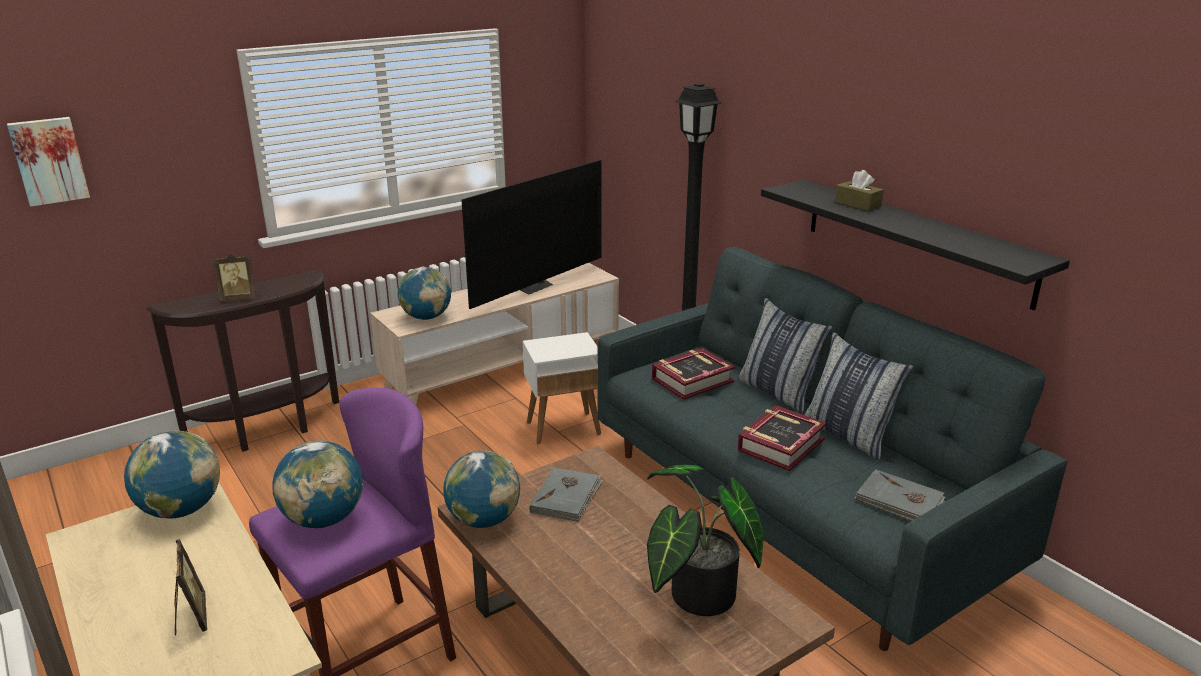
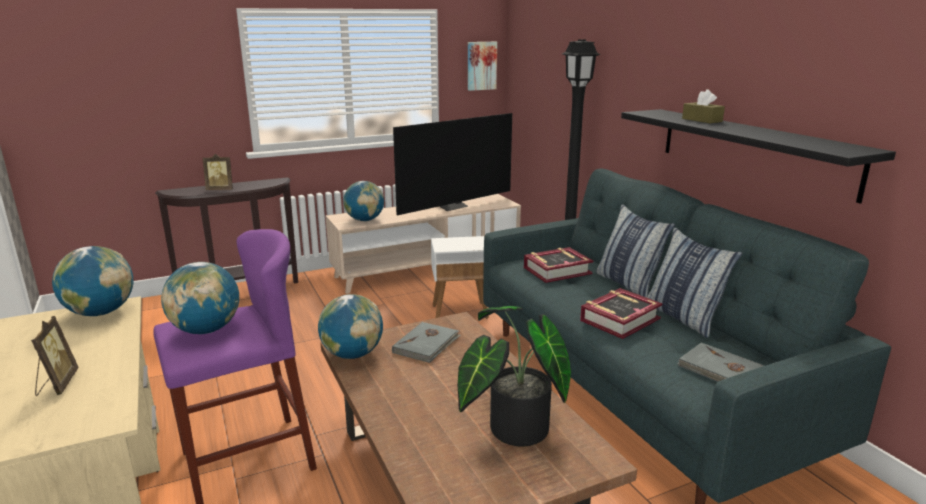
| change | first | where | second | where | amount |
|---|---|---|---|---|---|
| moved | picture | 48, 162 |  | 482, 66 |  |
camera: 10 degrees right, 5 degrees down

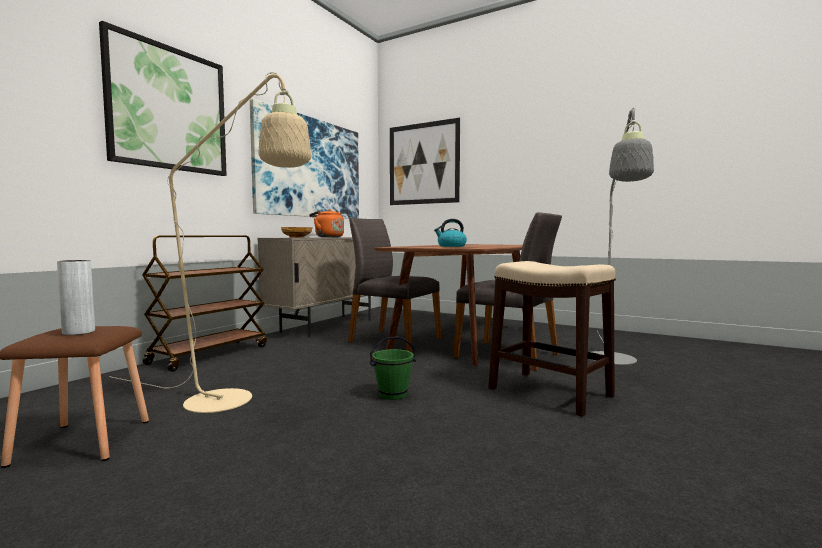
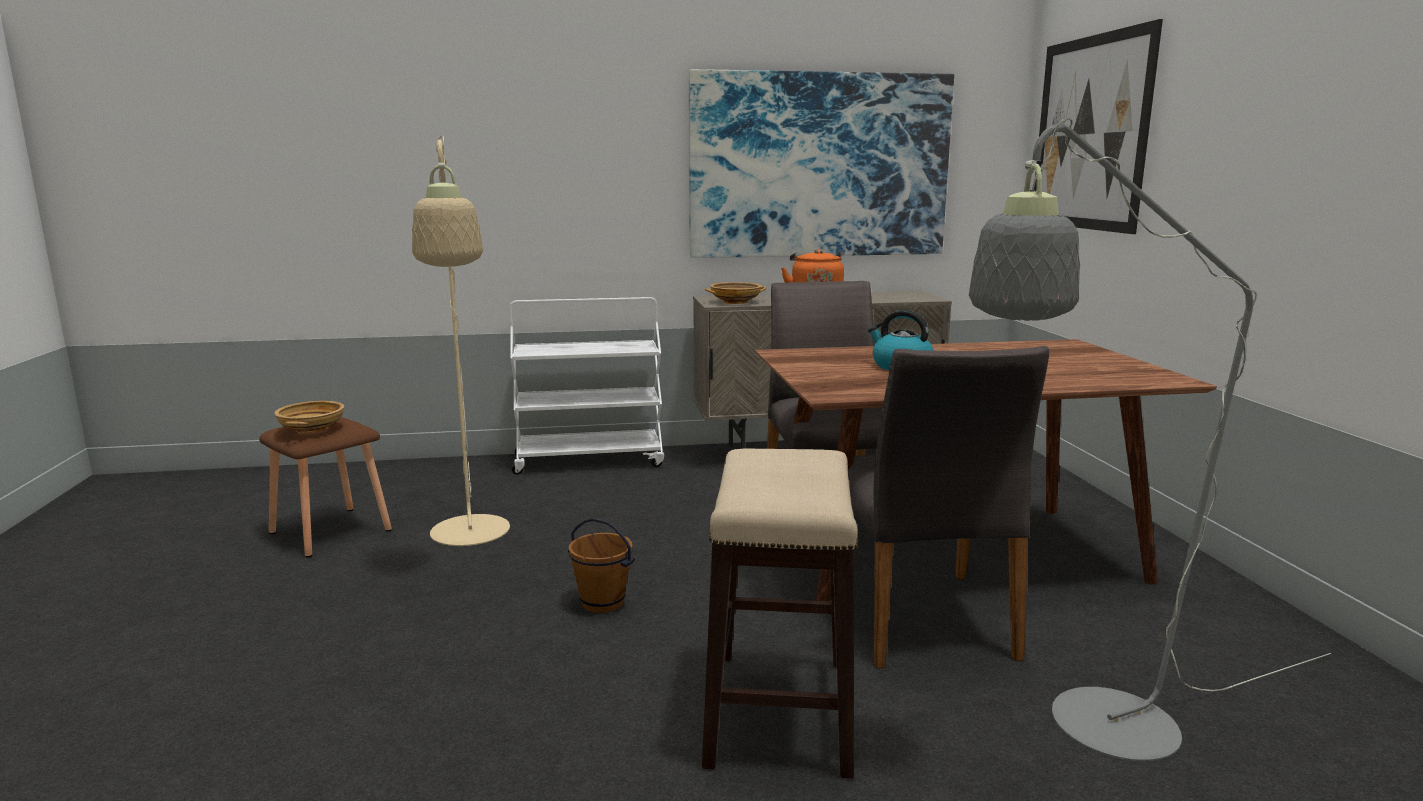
| change | first | where | second | where | amount |
|---|---|---|---|---|---|
| replaced | grey vase | 76, 297 | beige bowl | 309, 417 |  |
| removed | picture | 163, 98 |  |  |  |
| recoloured | brown cart | 204, 304 | white cart | 586, 386 |  |
| recoloured | green bucket | 392, 368 | brown bucket | 601, 565 |  |
camera: 50 degrees right, 10 degrees up

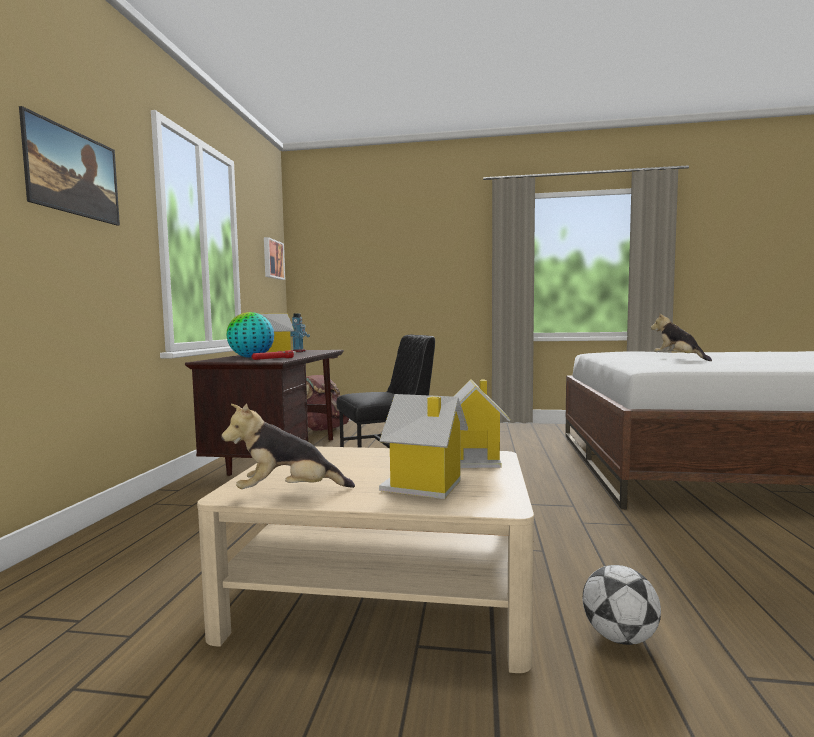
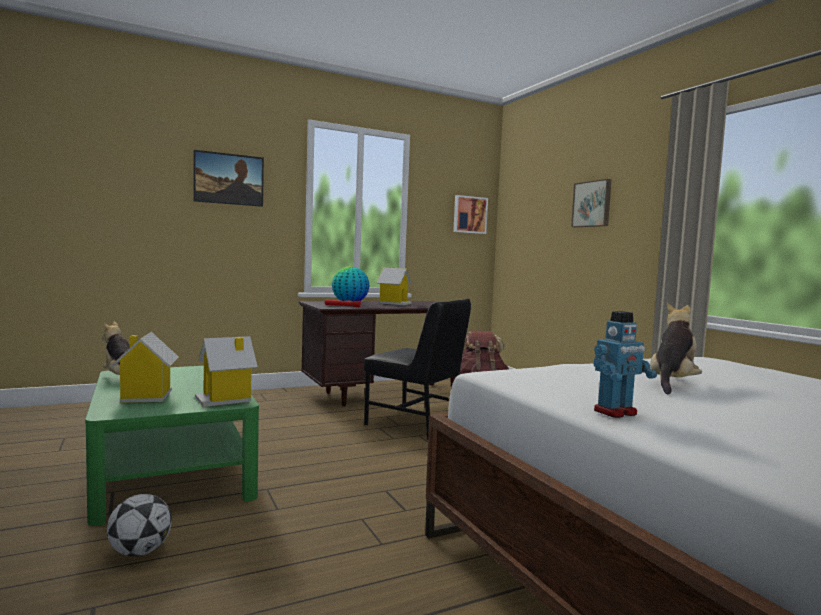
| change | first | where | second | where | amount |
|---|---|---|---|---|---|
| recoloured | beige coffee table | 365, 559 | green coffee table | 172, 446 |  |
| moved | toy robot | 300, 332 |  | 625, 364 |  |
| added |  |  | picture | 591, 203 |  |
camera: 55 degrees right, 0 degrees up

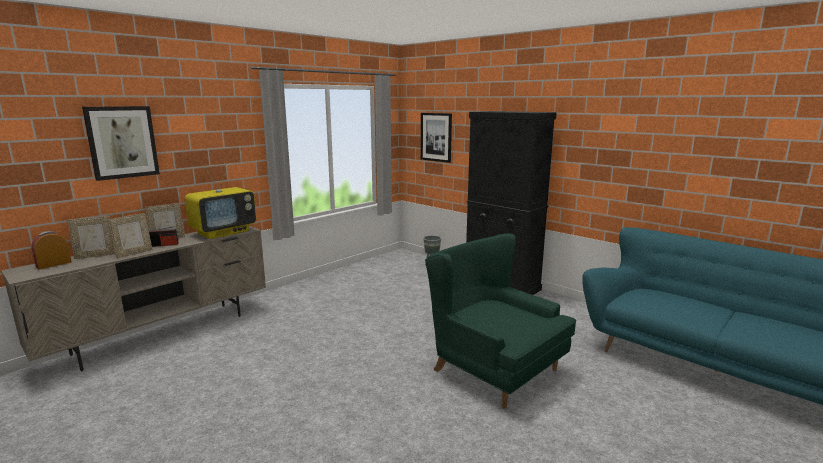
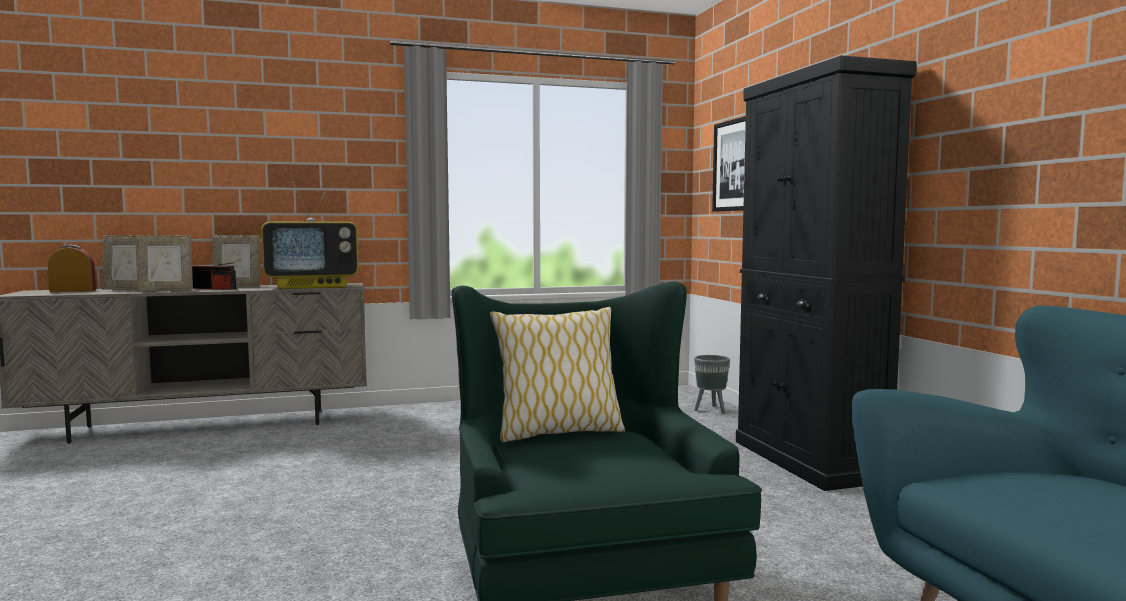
| change | first | where | second | where | amount |
|---|---|---|---|---|---|
| removed | picture | 121, 143 |  |  |  |
| added |  |  | pillow | 557, 374 |  |
camera: 30 degrees right, 10 degrees down

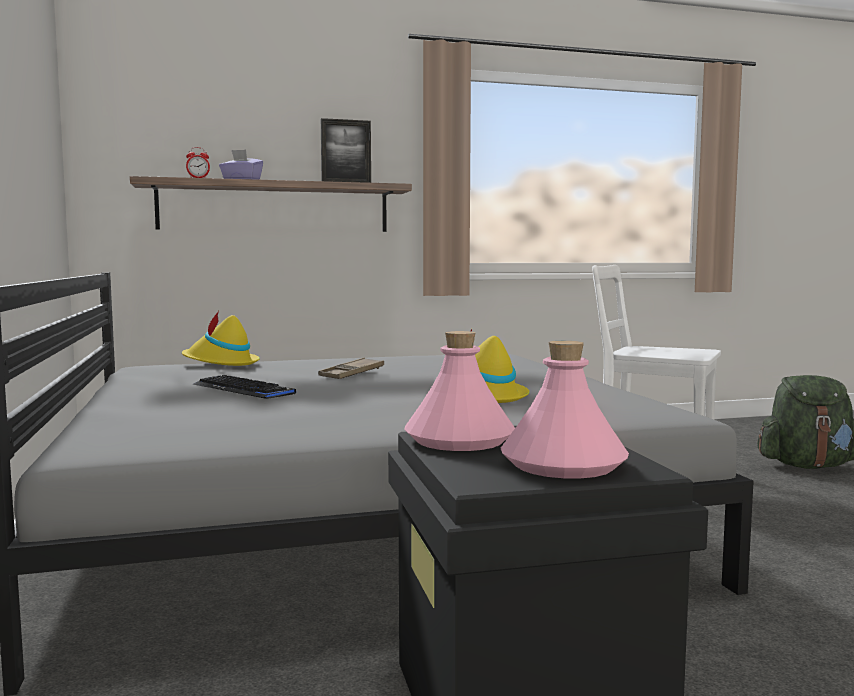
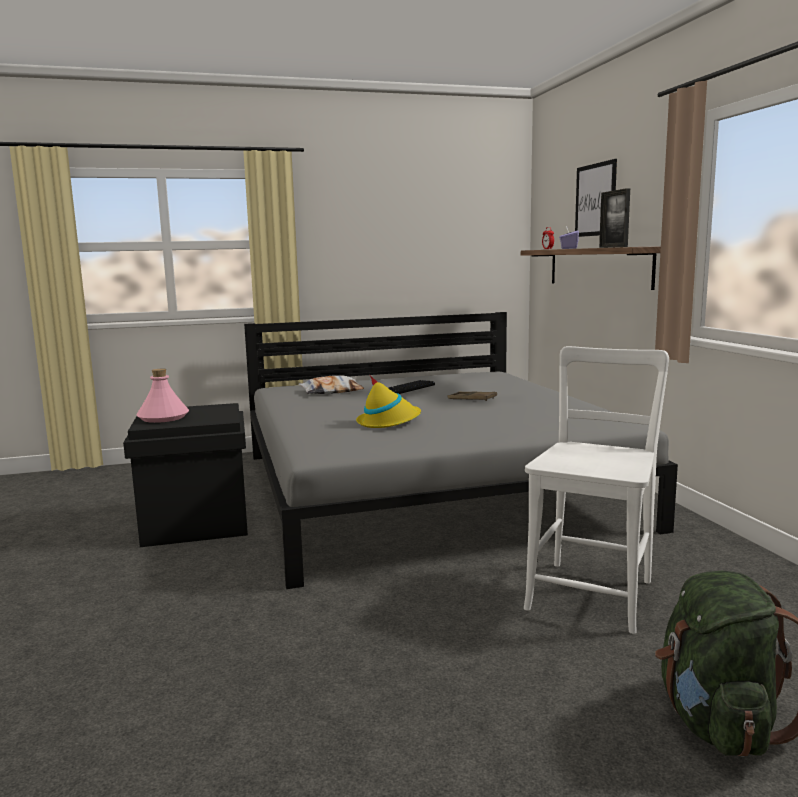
| change | first | where | second | where | amount |
|---|---|---|---|---|---|
| removed | yellow hat | 221, 338 |  |  |  |
| removed | pink bottle | 459, 391 |  |  |  |
| added |  |  | pillow | 331, 384 |  |
| added |  |  | picture | 596, 198 |  |
camera: 90 degrees right, 5 degrees up

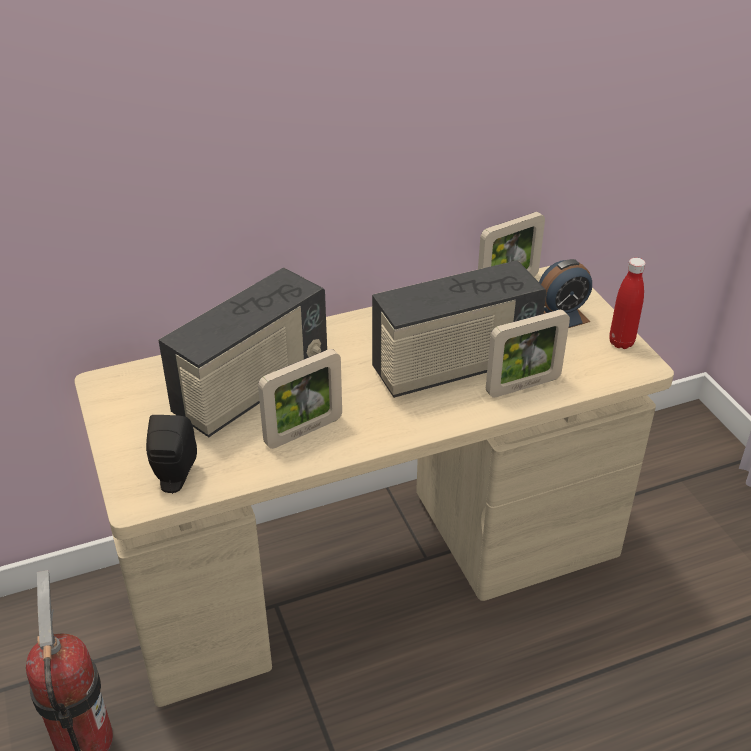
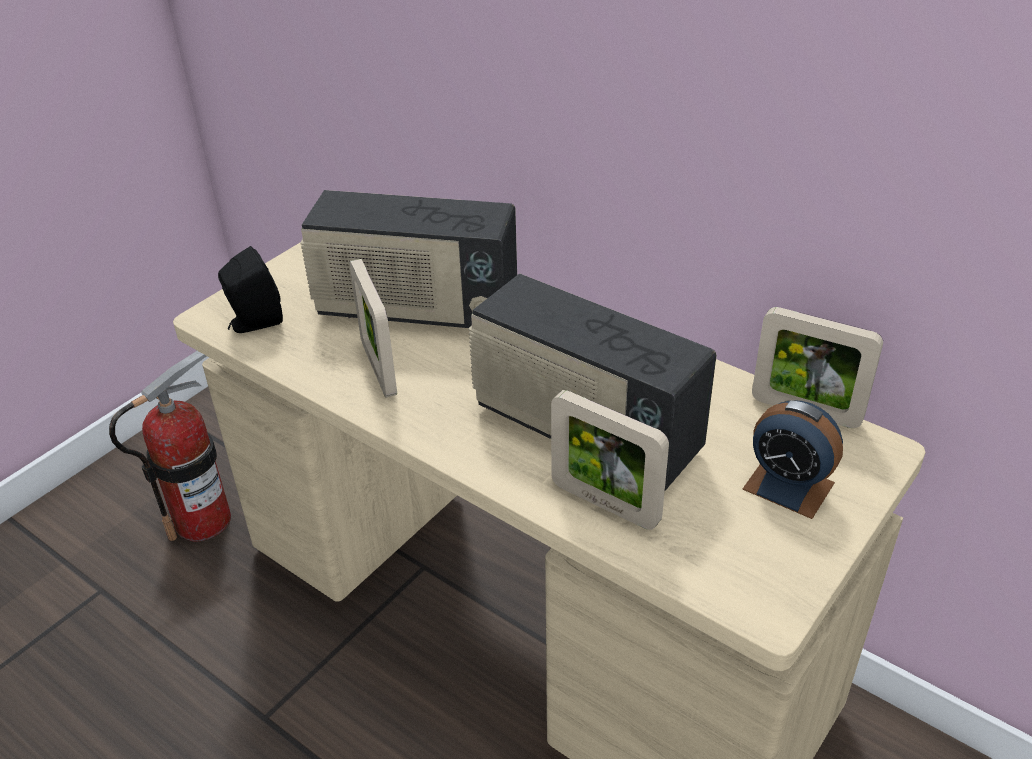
| change | first | where | second | where | amount |
|---|---|---|---|---|---|
| turned | picture frame | 300, 399 |  | 373, 328 | 45 degrees clockwise |
| removed | red bottle | 627, 303 |  |  |  |
camera: 60 degrees right, 0 degrees up

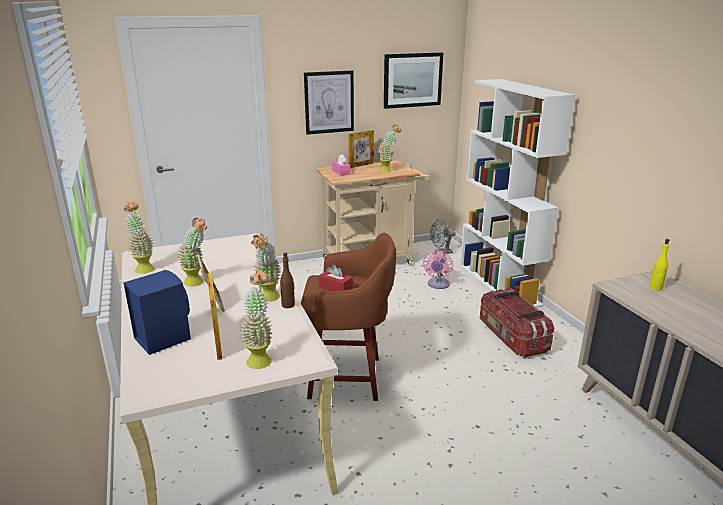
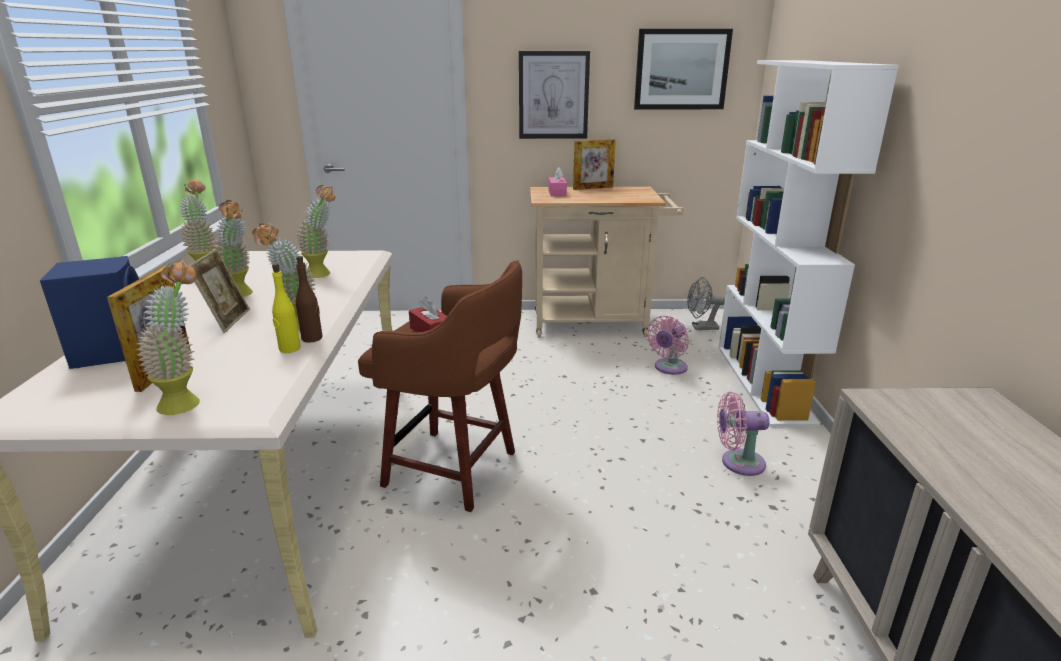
| change | first | where | second | where | amount |
|---|---|---|---|---|---|
| moved | potted plant | 389, 148 |  | 316, 231 |  |
| replaced | storage box | 517, 322 | pink fan | 743, 434 |  |
| moved | yellow bottle | 659, 265 |  | 286, 308 |  |
camera: 20 degrees right, 0 degrees up

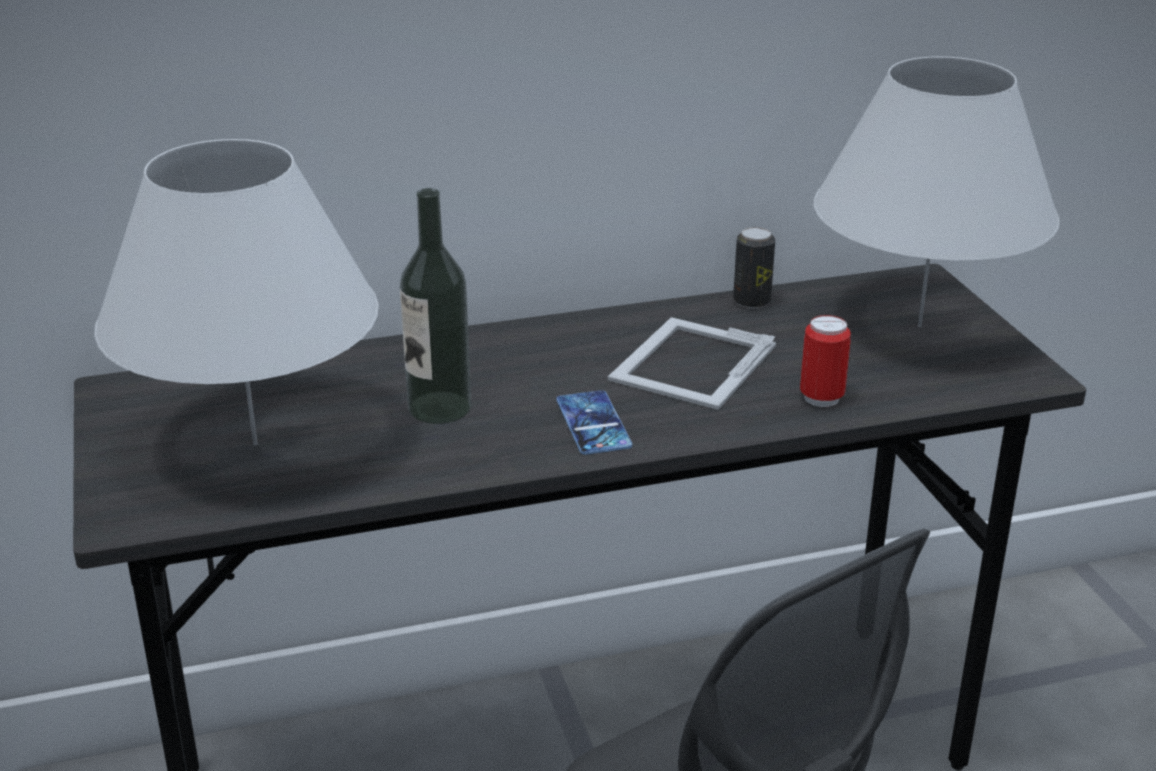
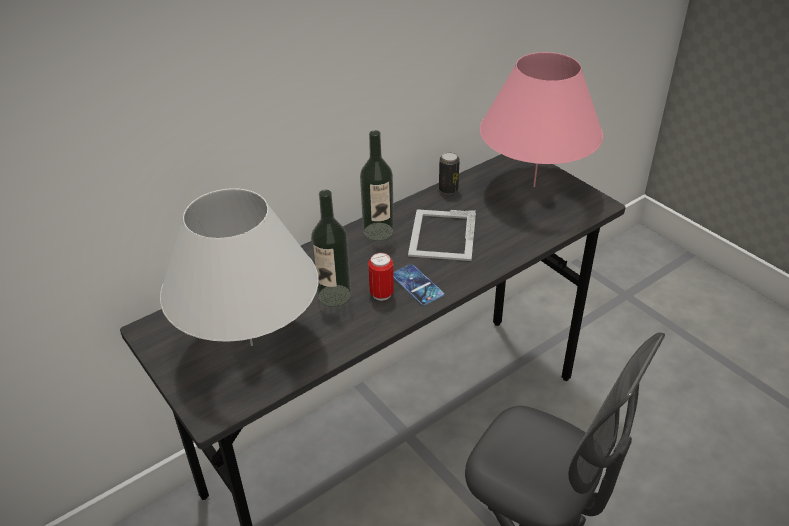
| change | first | where | second | where | amount |
|---|---|---|---|---|---|
| moved | can | 825, 361 |  | 381, 277 |  |
| recoloured | white table lamp | 937, 191 | pink table lamp | 541, 119 |  |
| added |  |  | bottle | 377, 185 |  |
camera: 20 degrees left, 10 degrees up

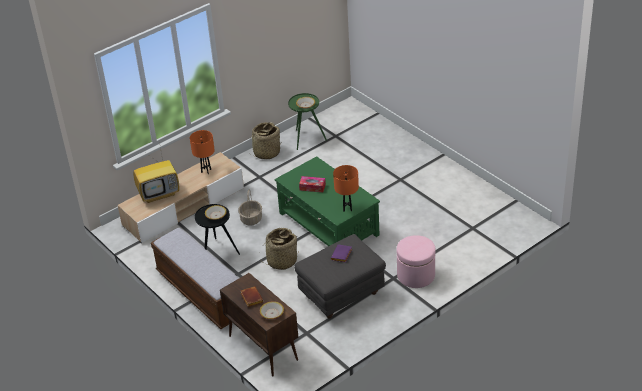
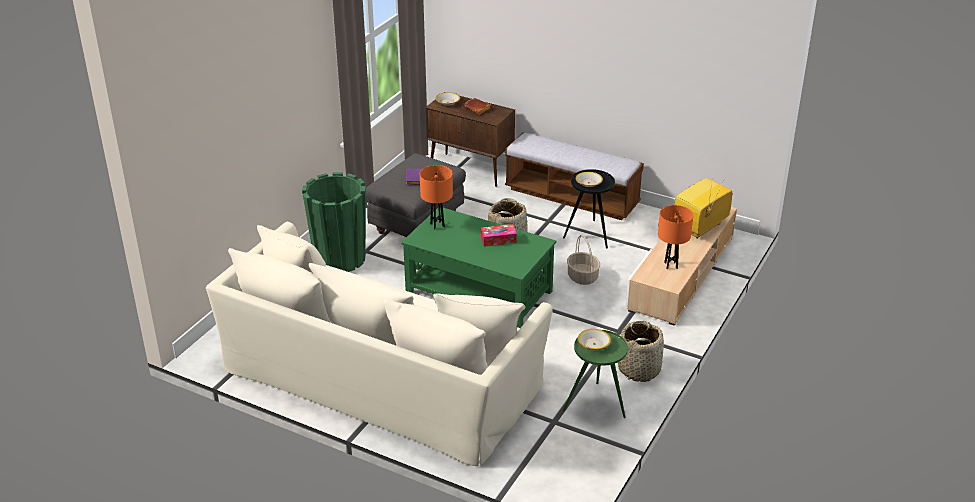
| change | first | where | second | where | amount |
|---|---|---|---|---|---|
| replaced | pink ottoman | 416, 261 | green planter | 334, 222 |  |
| added |  |  | beige sofa | 379, 344 |  |
camera: 155 degrees right, 5 degrees down

